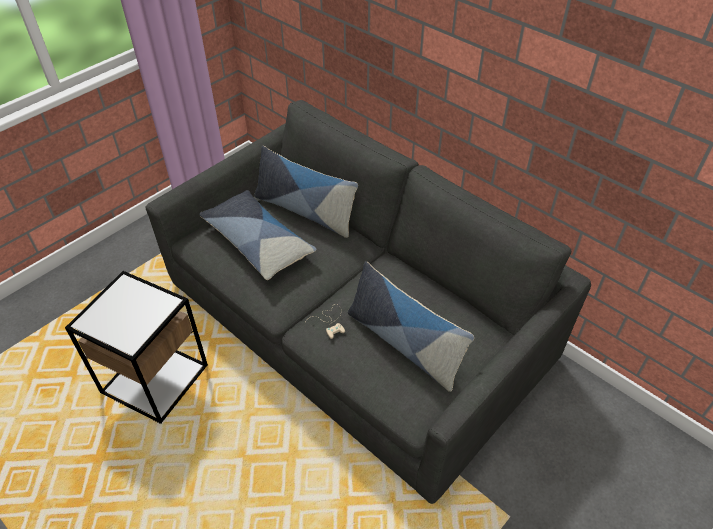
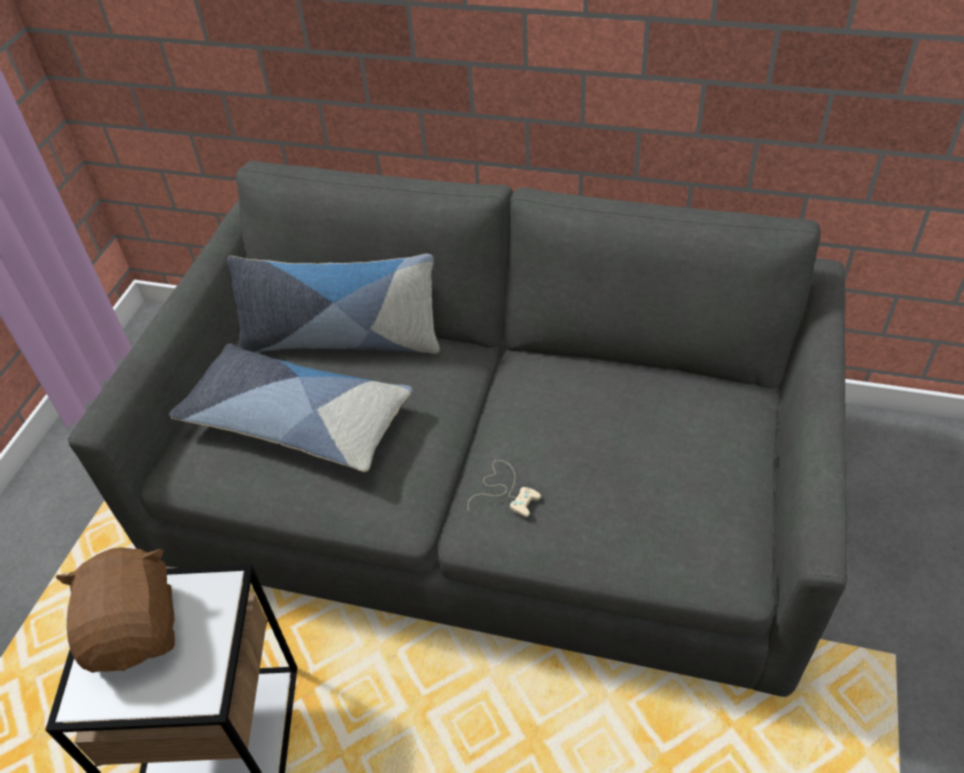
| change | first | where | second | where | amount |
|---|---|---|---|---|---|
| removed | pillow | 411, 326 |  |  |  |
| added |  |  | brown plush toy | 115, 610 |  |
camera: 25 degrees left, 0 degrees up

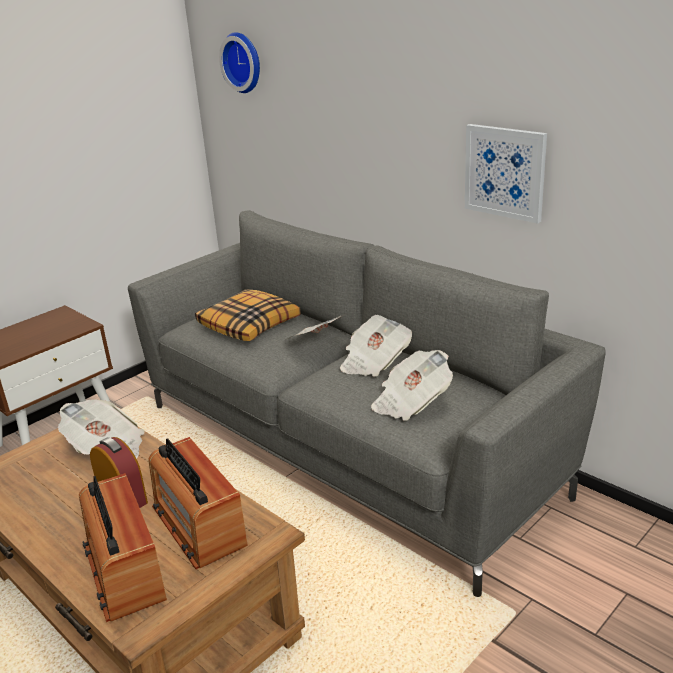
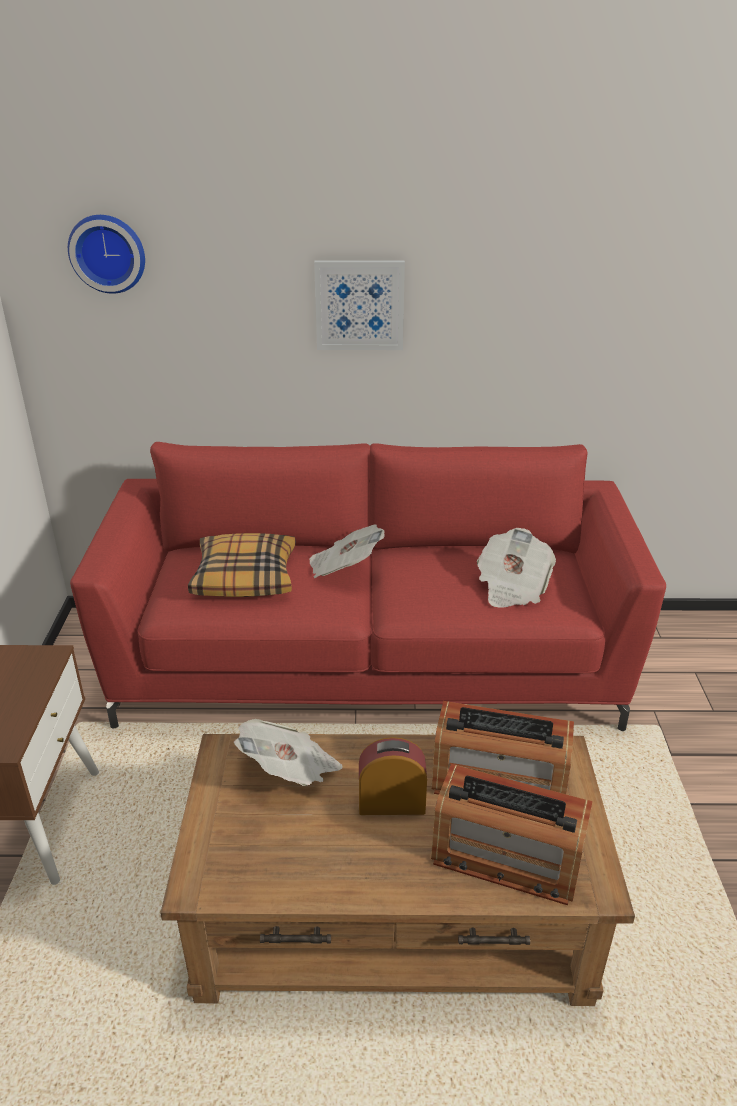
| change | first | where | second | where | amount |
|---|---|---|---|---|---|
| recoloured | grey sofa | 367, 403 | red sofa | 368, 586 |  |
| removed | newspaper | 376, 346 |  |  |  |
| moved | picture | 506, 174 |  | 359, 305 |  |
camera: 45 degrees left, 5 degrees up

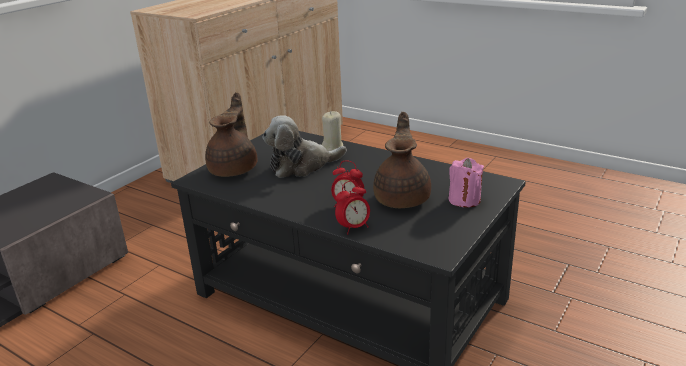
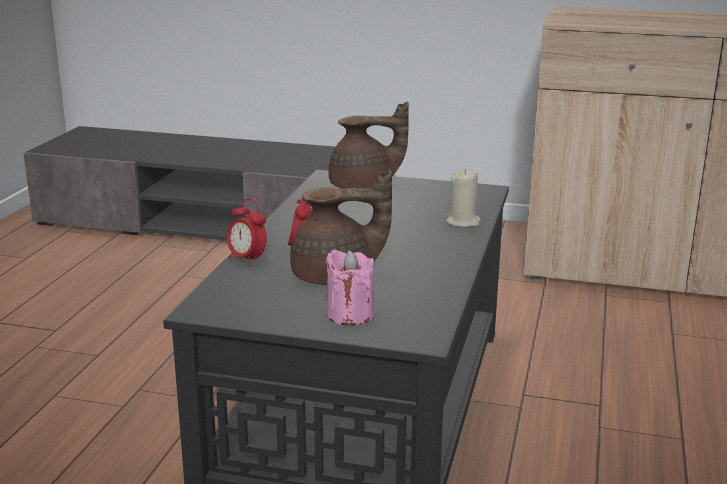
| change | first | where | second | where | amount |
|---|---|---|---|---|---|
| removed | plush toy | 304, 146 |  |  |  |
camera: 70 degrees right, 5 degrees down

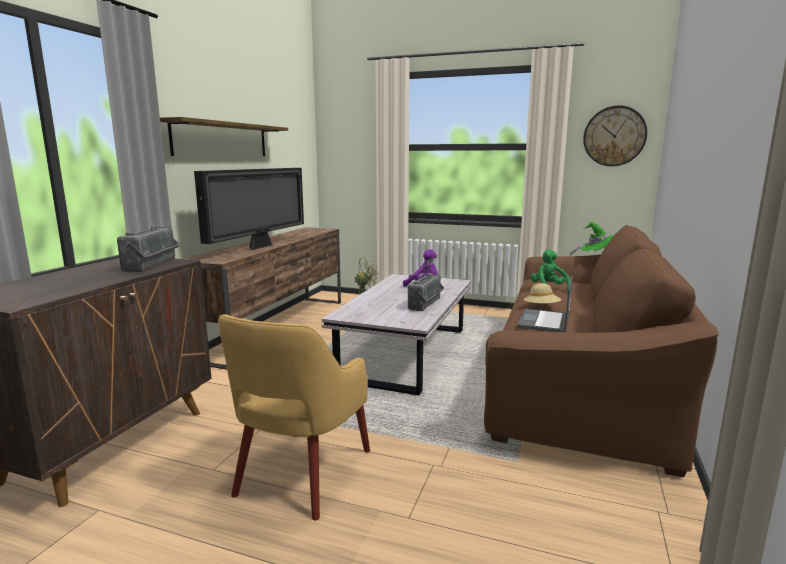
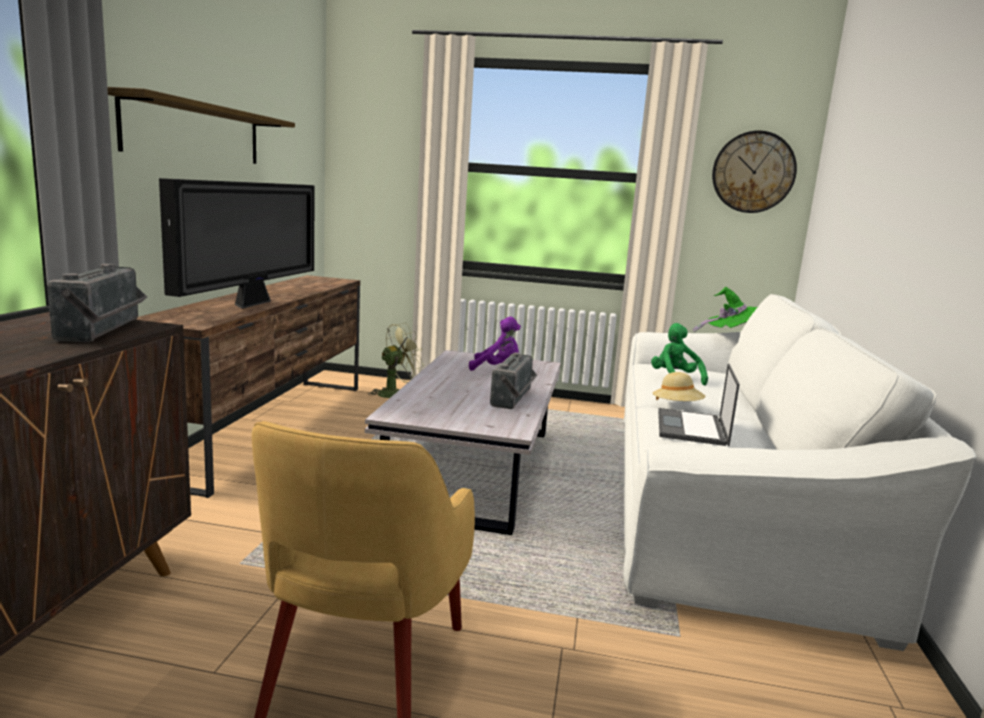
| change | first | where | second | where | amount |
|---|---|---|---|---|---|
| recoloured | brown sofa | 601, 351 | white sofa | 799, 472 |  |
camera: 10 degrees left, 0 degrees up

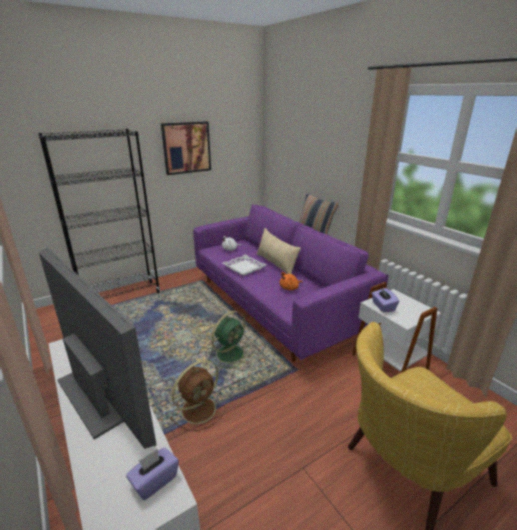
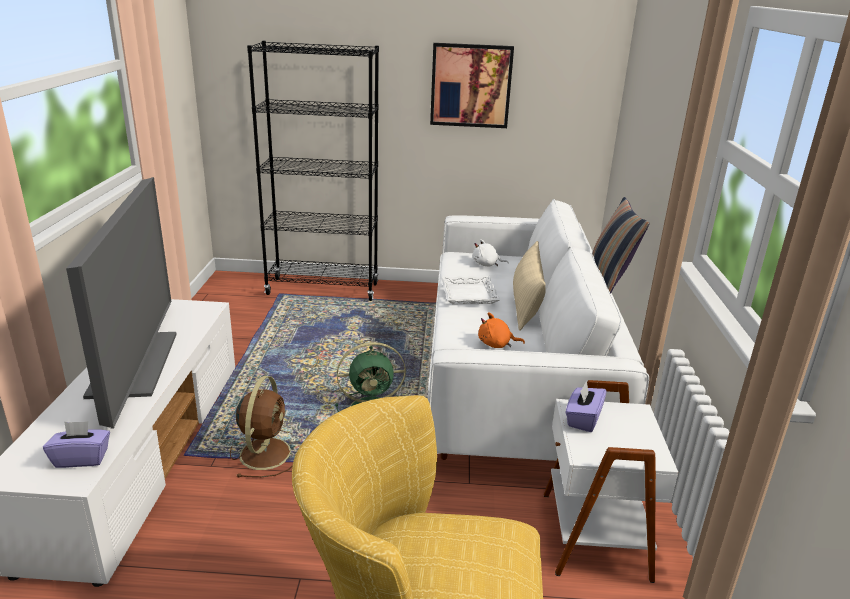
| change | first | where | second | where | amount |
|---|---|---|---|---|---|
| turned | brown fan | 197, 395 |  | 261, 426 | 75 degrees counterclockwise |
| recoloured | purple sofa | 290, 283 | white sofa | 538, 330 |  |
camera: 35 degrees right, 0 degrees up

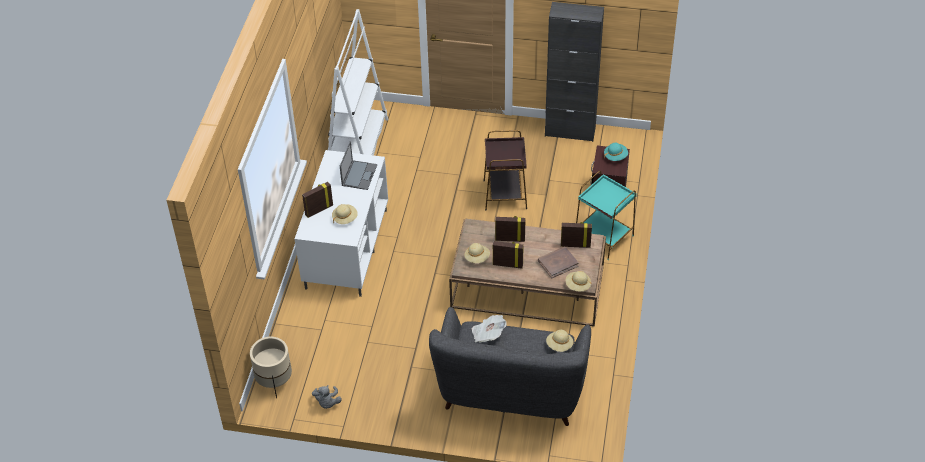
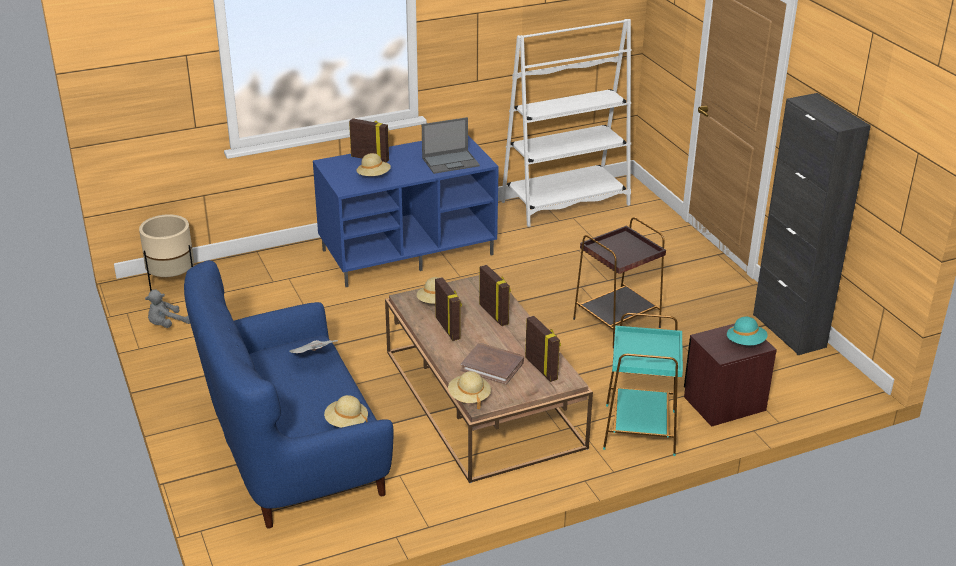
| change | first | where | second | where | amount |
|---|---|---|---|---|---|
| recoloured | white tv stand | 341, 223 | blue tv stand | 406, 211 |  |
| recoloured | grey sofa | 510, 366 | blue sofa | 288, 394 |  |
camera: 55 degrees right, 15 degrees down

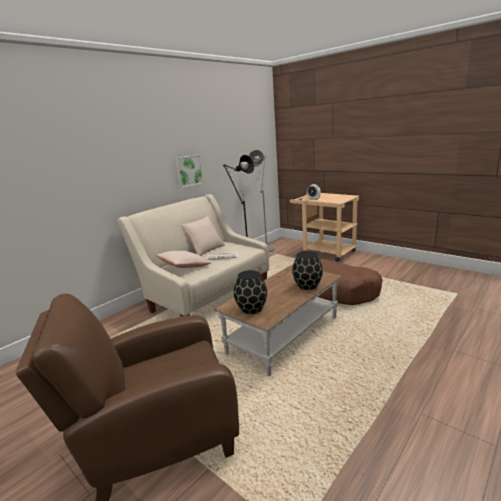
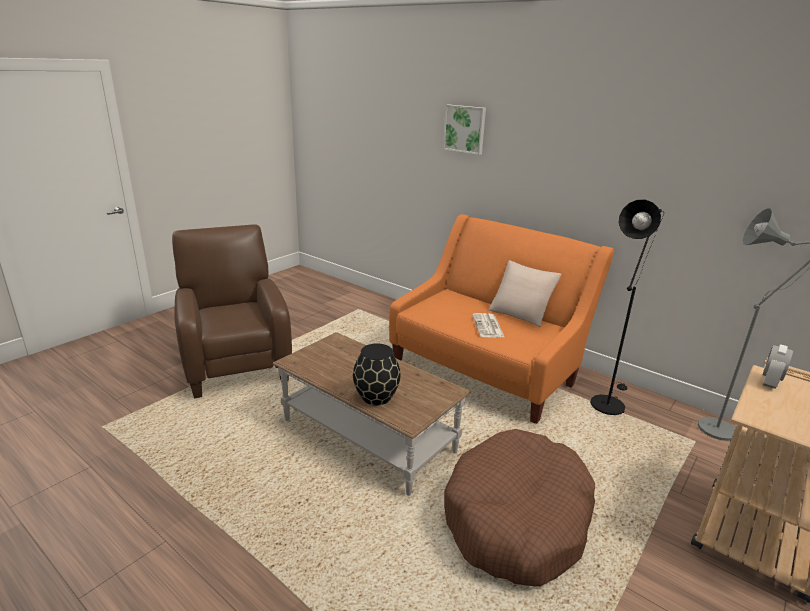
| change | first | where | second | where | amount |
|---|---|---|---|---|---|
| recoloured | beige sofa | 193, 255 | orange sofa | 501, 319 |  |
| removed | beige pillow | 184, 259 |  |  |  |
| moved | picture | 189, 171 |  | 464, 130 |  |
| removed | black vase | 250, 292 |  |  |  |
camera: 85 degrees right, 5 degrees up

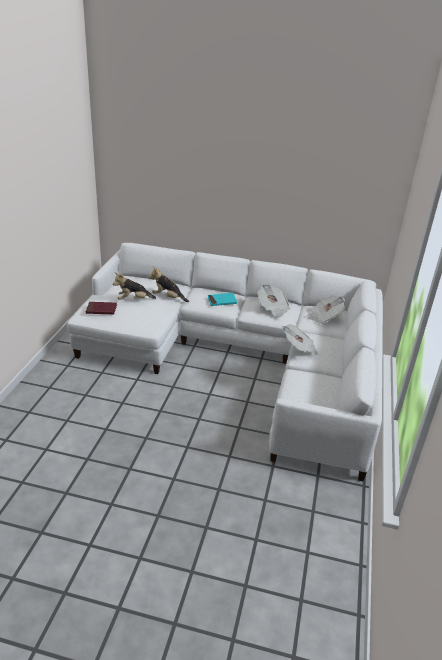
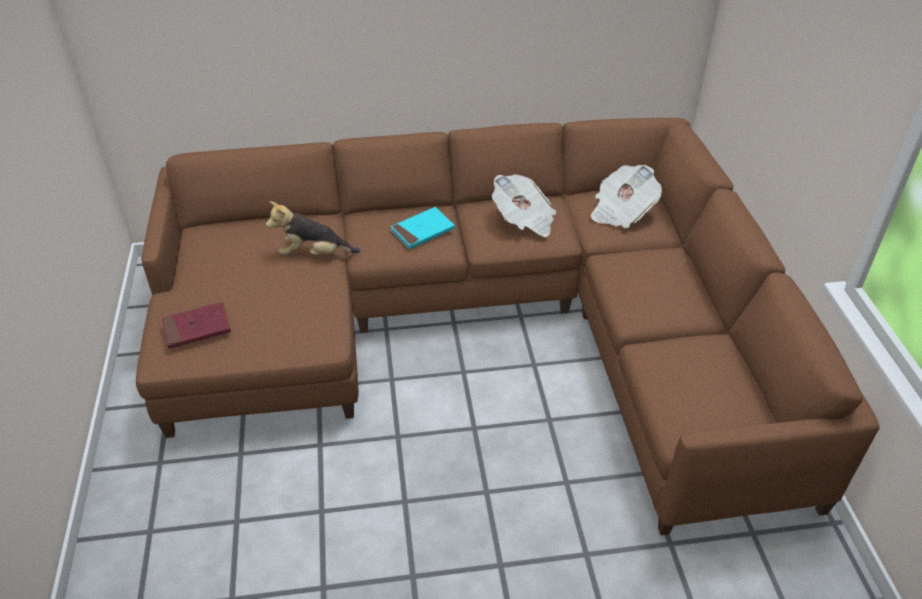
| change | first | where | second | where | amount |
|---|---|---|---|---|---|
| recoloured | white sofa | 225, 362 | brown sofa | 508, 326 |  |
| removed | plush toy | 134, 286 |  |  |  |
| removed | newspaper | 300, 339 |  |  |  |
camera: 20 degrees left, 10 degrees up

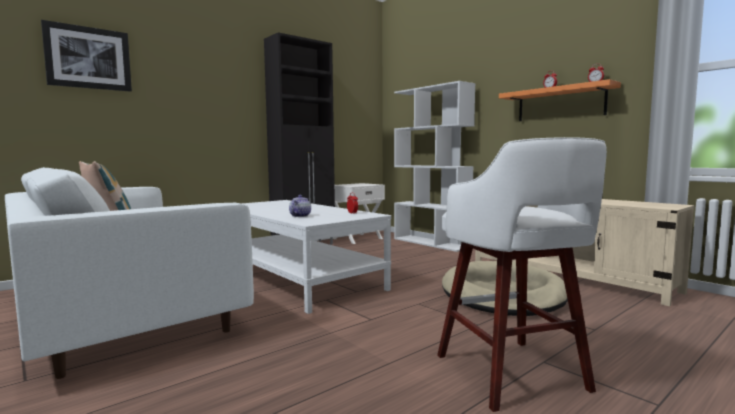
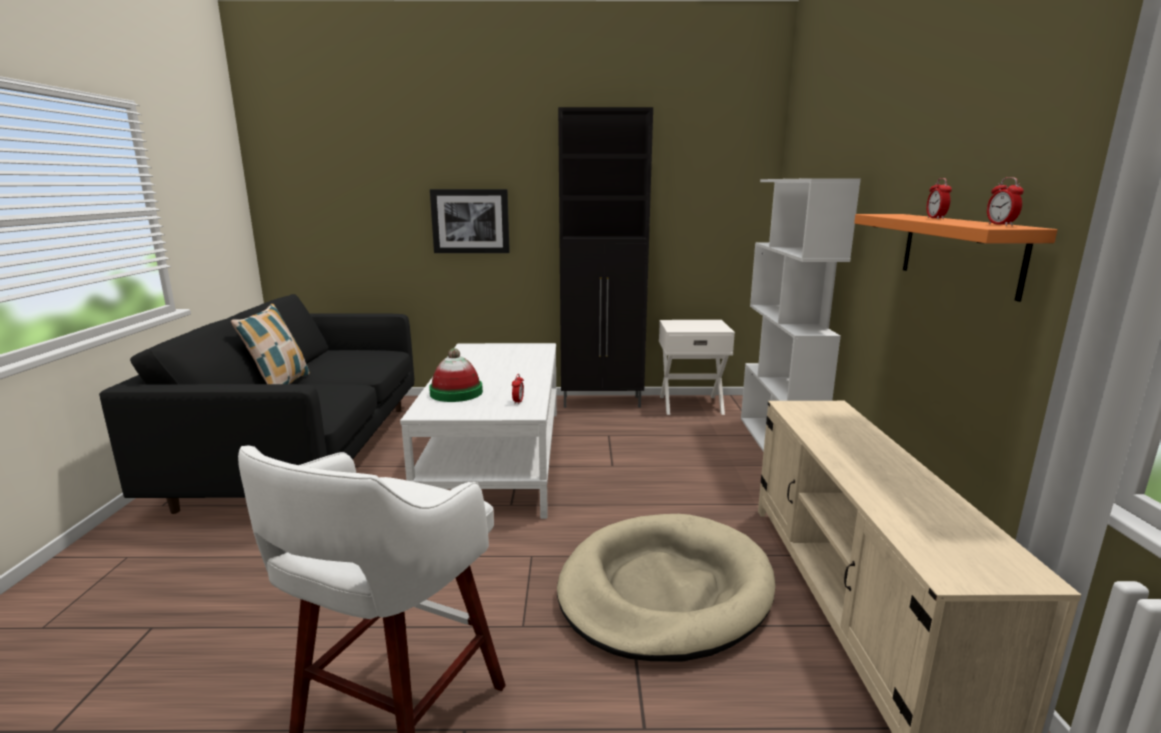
| change | first | where | second | where | amount |
|---|---|---|---|---|---|
| recoloured | white sofa | 129, 273 | black sofa | 256, 404 |  |
| moved | picture | 86, 56 |  | 470, 221 |  |
| replaced | teapot | 300, 206 | hat | 456, 375 |  |
camera: 40 degrees right, 10 degrees up

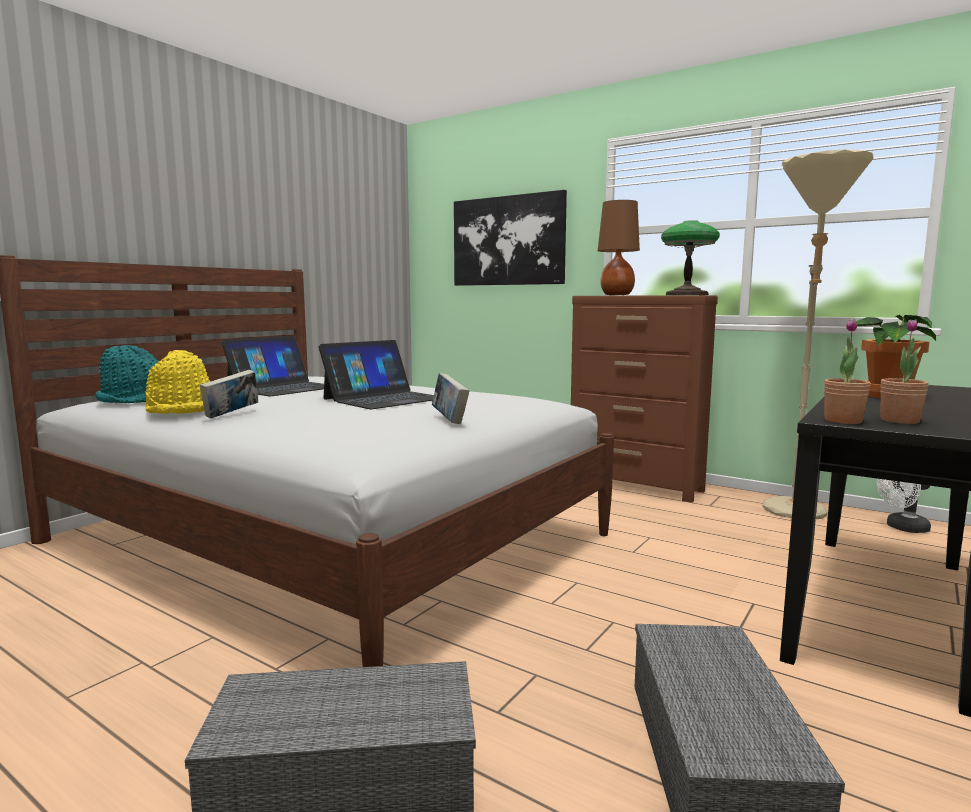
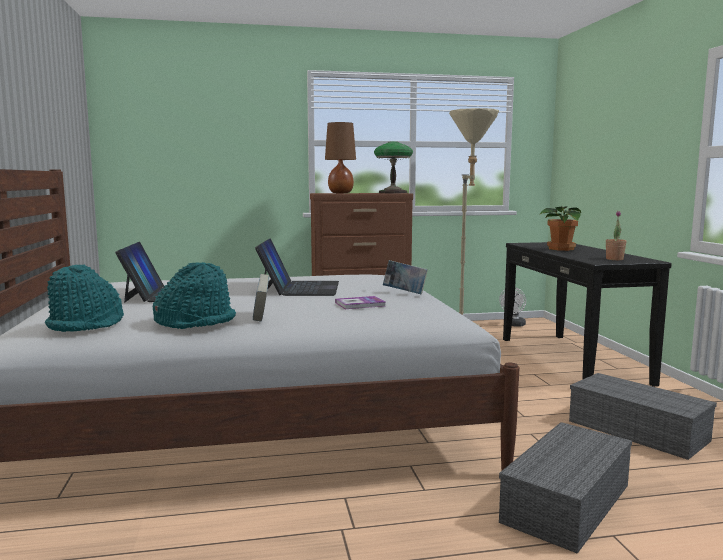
| change | first | where | second | where | amount |
|---|---|---|---|---|---|
| recoloured | yellow hat | 177, 382 | turquoise hat | 194, 295 |  |
| removed | picture | 510, 238 |  |  |  |
| removed | potted plant | 847, 371 |  |  |  |
| added |  |  | book | 360, 302 |  |
camera: 45 degrees left, 0 degrees up

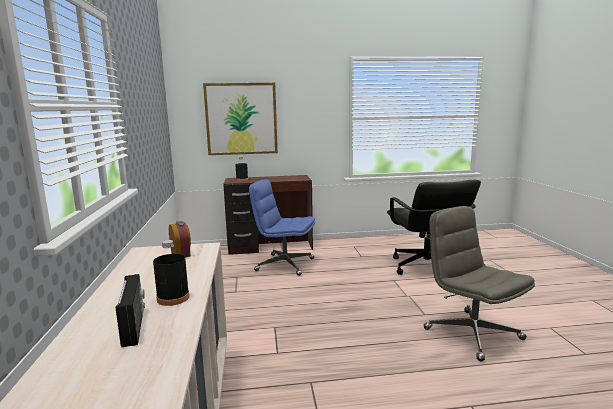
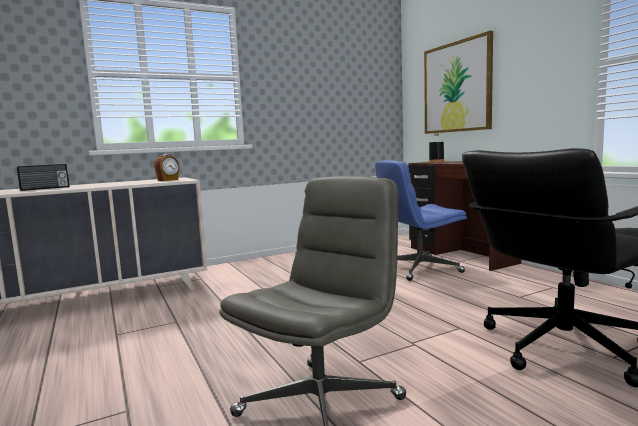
| change | first | where | second | where | amount |
|---|---|---|---|---|---|
| removed | black bottle | 171, 273 |  |  |  |
| turned | blue office chair | 282, 227 |  | 421, 220 | 105 degrees counterclockwise |
camera: 70 degrees right, 5 degrees down

